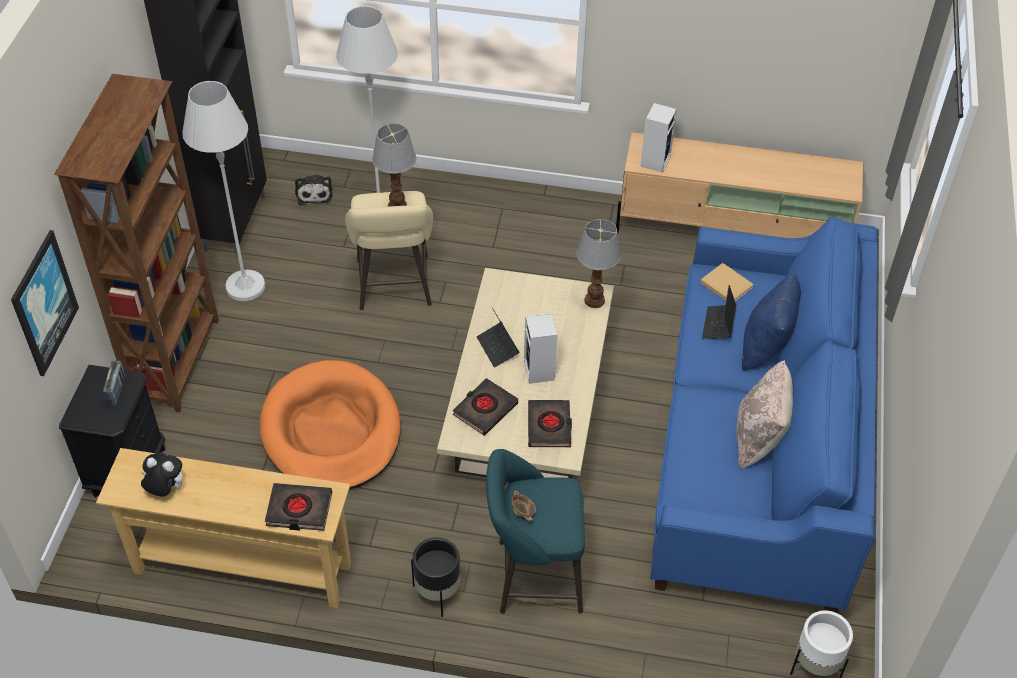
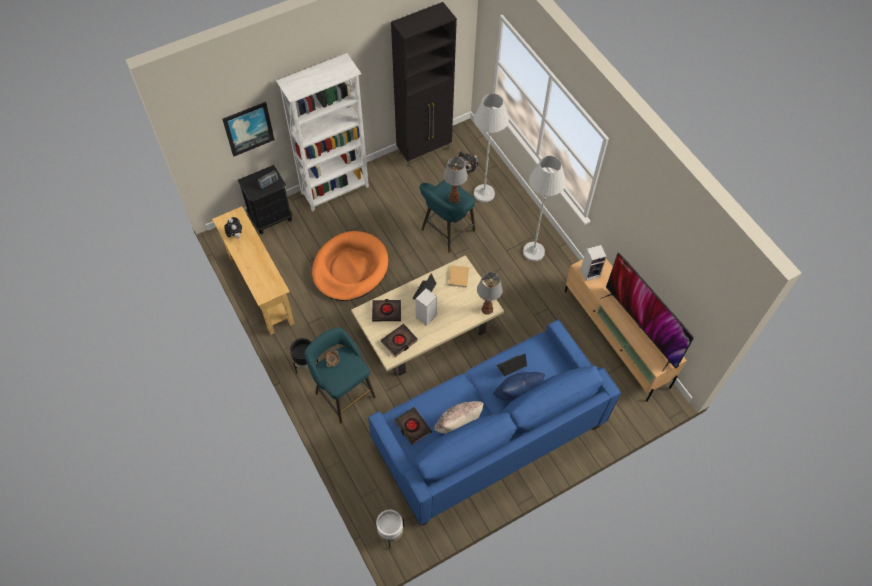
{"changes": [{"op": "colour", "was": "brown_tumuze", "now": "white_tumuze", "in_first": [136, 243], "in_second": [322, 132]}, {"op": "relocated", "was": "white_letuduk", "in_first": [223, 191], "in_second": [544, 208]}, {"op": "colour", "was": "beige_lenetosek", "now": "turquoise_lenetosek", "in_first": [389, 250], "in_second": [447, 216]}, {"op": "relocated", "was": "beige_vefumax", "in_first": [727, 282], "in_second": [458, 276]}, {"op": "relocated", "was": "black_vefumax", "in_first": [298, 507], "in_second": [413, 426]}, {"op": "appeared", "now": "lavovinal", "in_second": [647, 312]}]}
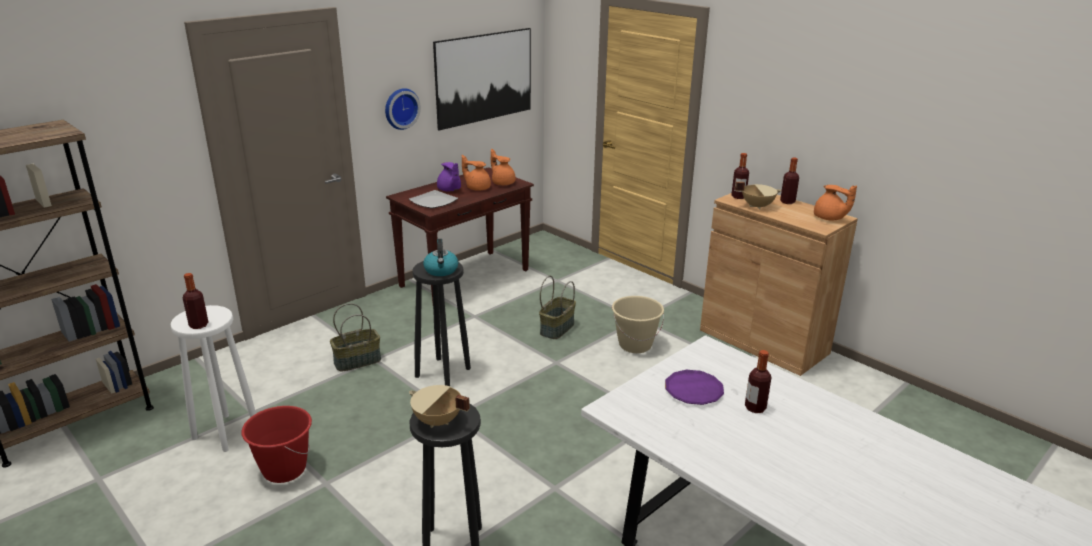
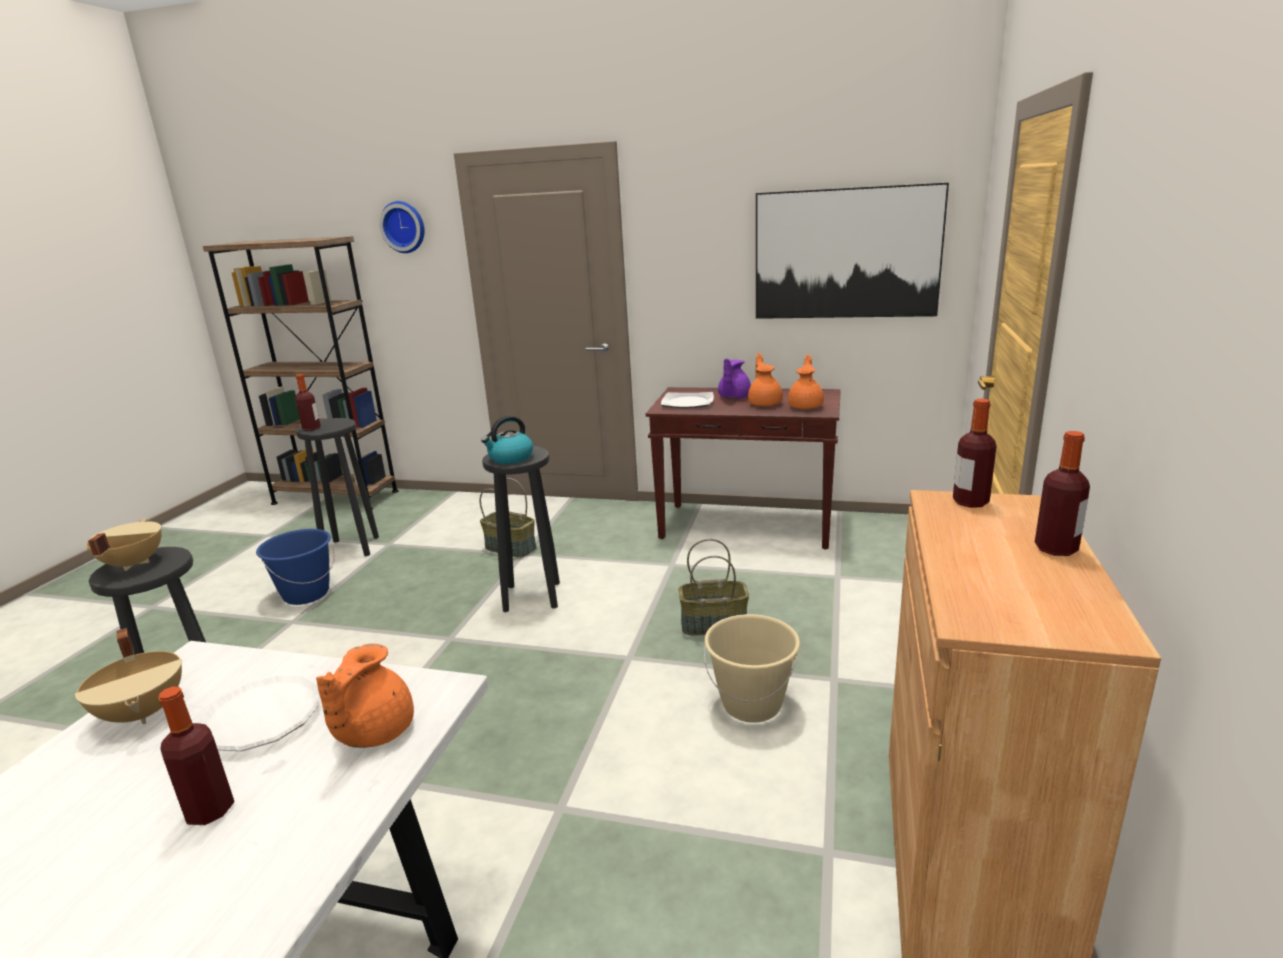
{"changes": [{"op": "relocated", "was": "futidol", "in_first": [403, 109], "in_second": [402, 227]}, {"op": "relocated", "was": "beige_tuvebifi", "in_first": [758, 196], "in_second": [128, 676]}, {"op": "relocated", "was": "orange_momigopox", "in_first": [835, 202], "in_second": [365, 696]}, {"op": "colour", "was": "white_lenetosek", "now": "black_lenetosek", "in_first": [213, 378], "in_second": [337, 487]}, {"op": "colour", "was": "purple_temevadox", "now": "white_temevadox", "in_first": [694, 387], "in_second": [260, 713]}, {"op": "colour", "was": "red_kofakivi", "now": "blue_kofakivi", "in_first": [276, 444], "in_second": [295, 567]}]}
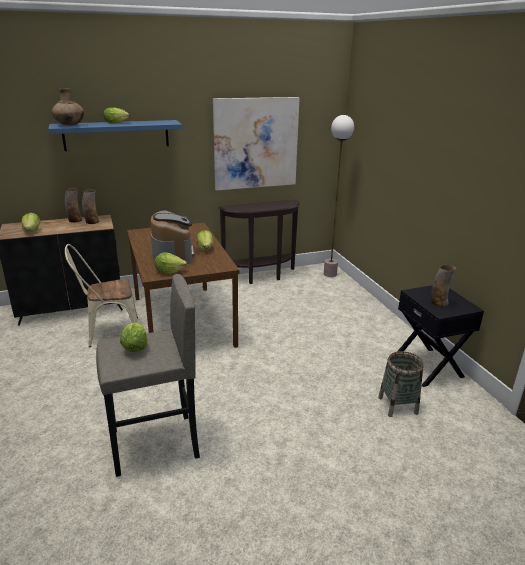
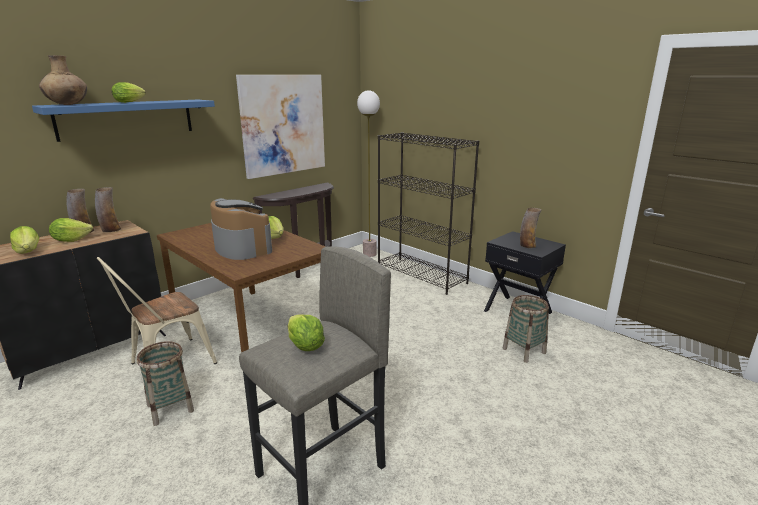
{"changes": [{"op": "relocated", "was": "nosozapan", "in_first": [171, 263], "in_second": [71, 230]}, {"op": "appeared", "now": "black_tumuze", "in_second": [428, 213]}, {"op": "appeared", "now": "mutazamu", "in_second": [165, 383]}]}
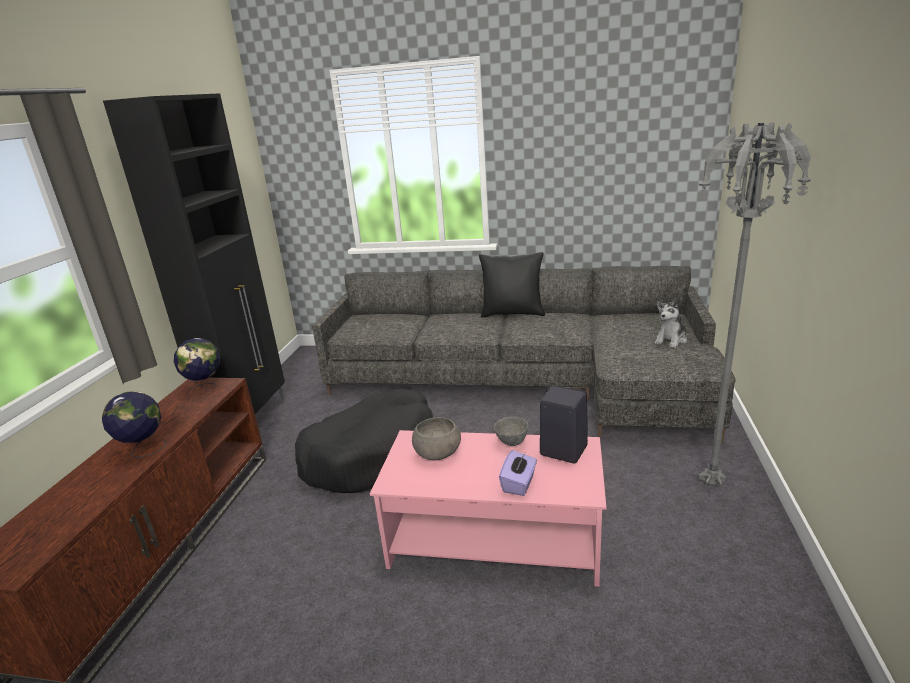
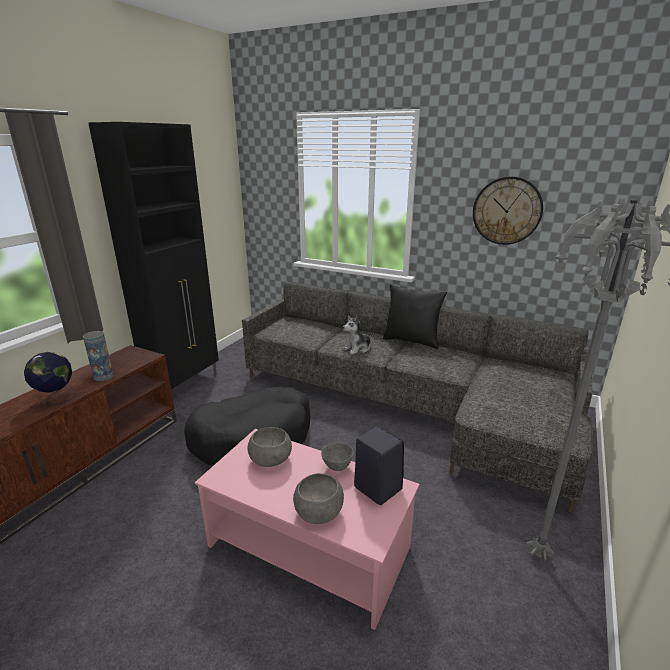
{"changes": [{"op": "relocated", "was": "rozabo", "in_first": [670, 323], "in_second": [357, 335]}, {"op": "missing", "was": "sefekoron", "in_first": [197, 366]}, {"op": "exchanged", "was": "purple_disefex", "now": "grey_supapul", "in_first": [518, 473], "in_second": [318, 498]}, {"op": "appeared", "now": "futidol", "in_second": [508, 210]}, {"op": "appeared", "now": "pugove", "in_second": [98, 356]}]}
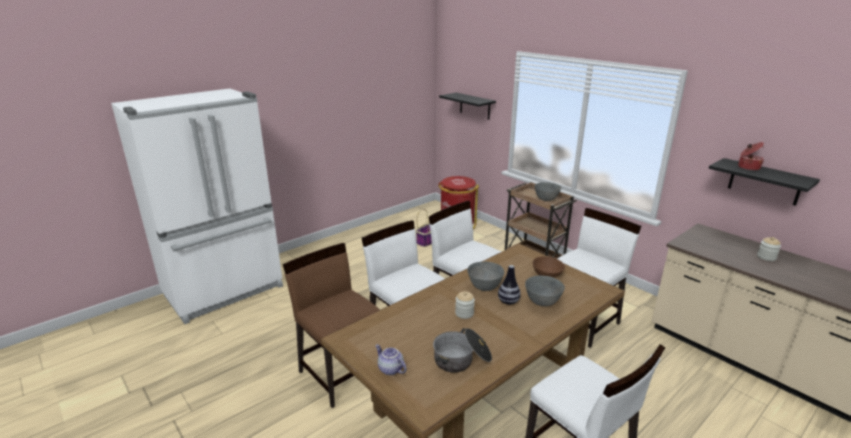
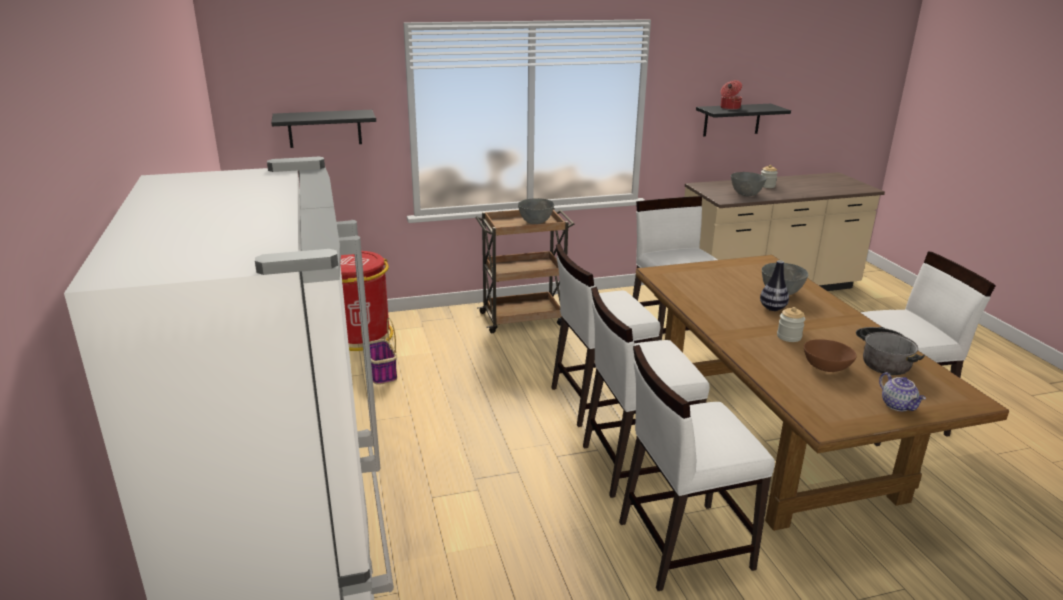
{"changes": [{"op": "colour", "was": "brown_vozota", "now": "white_vozota", "in_first": [331, 325], "in_second": [697, 468]}, {"op": "relocated", "was": "brown_supapul", "in_first": [549, 267], "in_second": [830, 355]}, {"op": "relocated", "was": "grey_supapul", "in_first": [485, 276], "in_second": [749, 184]}, {"op": "spun", "was": "momigopox", "in_first": [391, 359], "in_second": [902, 391], "clockwise": -90}]}
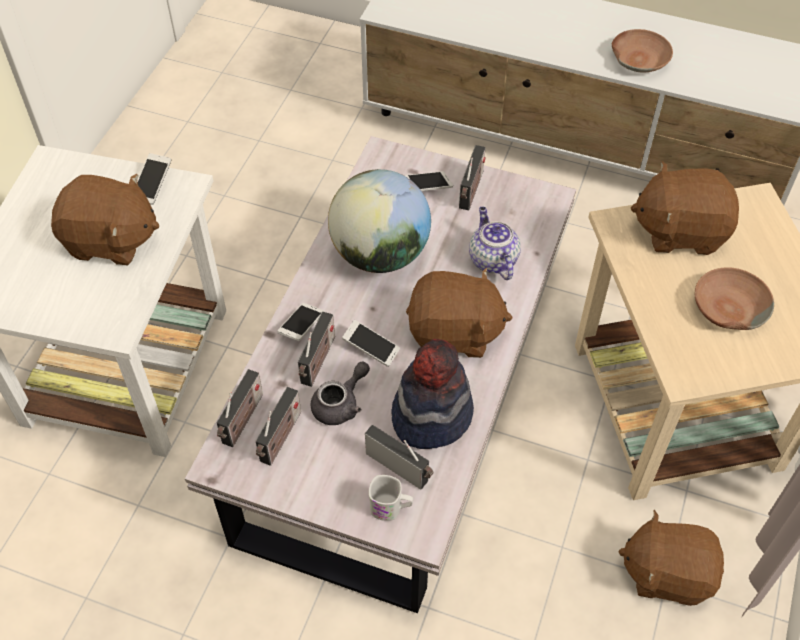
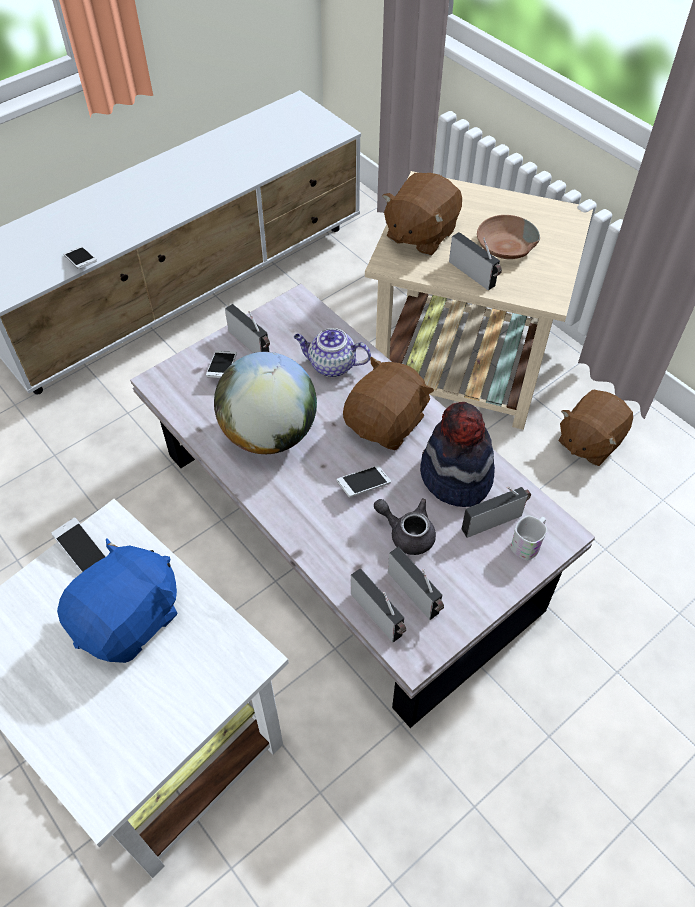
{"changes": [{"op": "missing", "was": "brown_supapul", "in_first": [642, 51]}, {"op": "colour", "was": "brown_rozabo", "now": "blue_rozabo", "in_first": [105, 219], "in_second": [117, 600]}, {"op": "relocated", "was": "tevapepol", "in_first": [300, 322], "in_second": [80, 257]}, {"op": "relocated", "was": "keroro", "in_first": [316, 349], "in_second": [475, 261]}, {"op": "spun", "was": "grey_momigopox", "in_first": [340, 393], "in_second": [405, 526], "clockwise": -45}]}
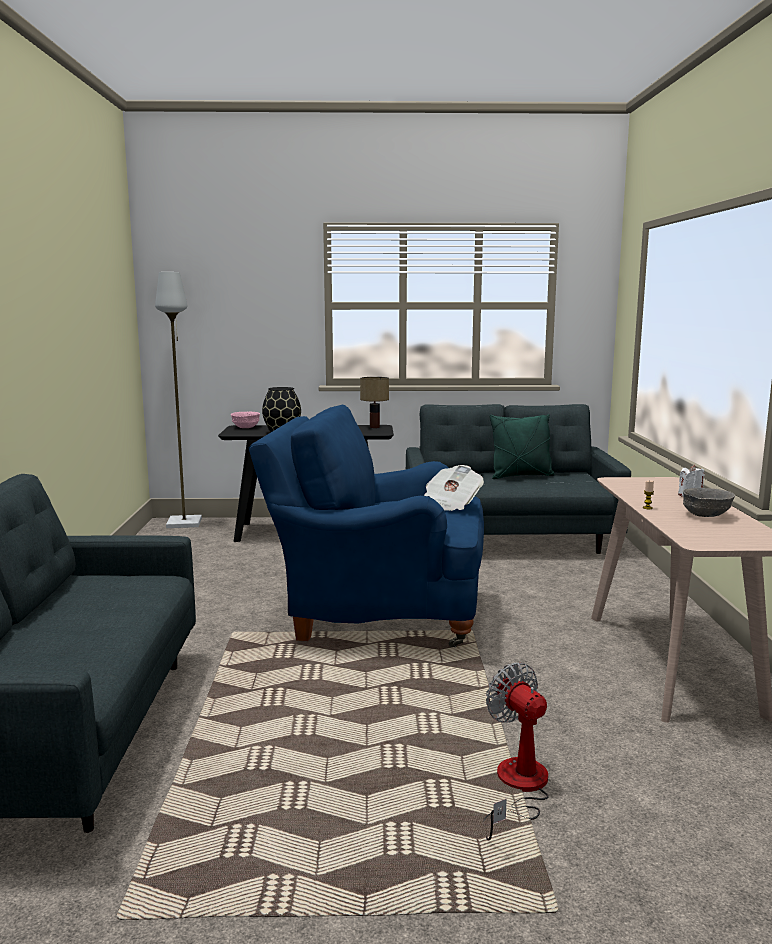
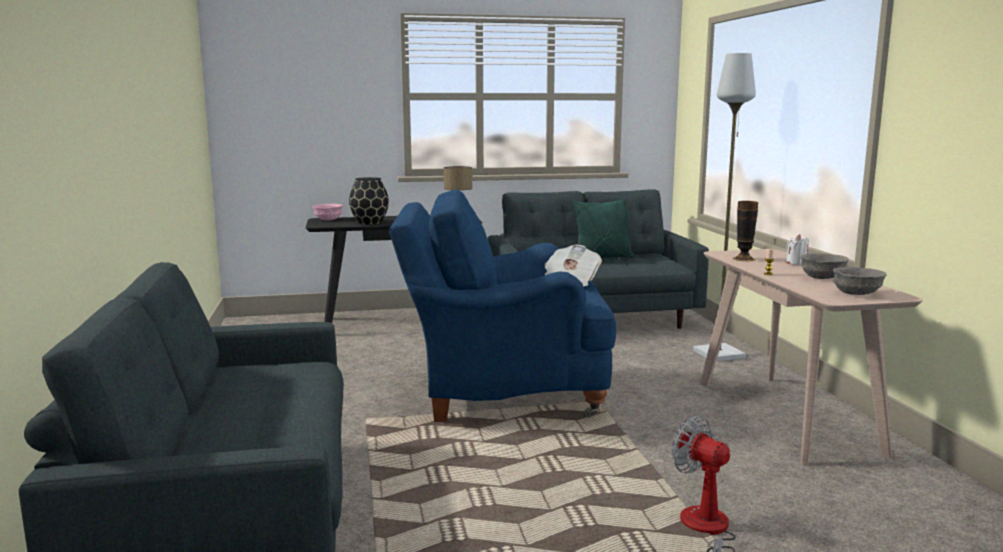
{"changes": [{"op": "relocated", "was": "grey_letuduk", "in_first": [178, 400], "in_second": [724, 207]}, {"op": "appeared", "now": "pugove", "in_second": [745, 231]}, {"op": "appeared", "now": "grey_supapul", "in_second": [860, 281]}]}
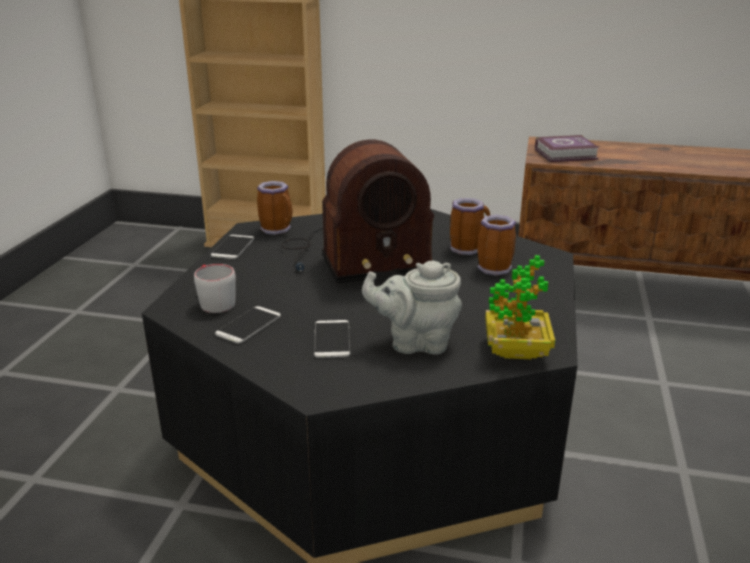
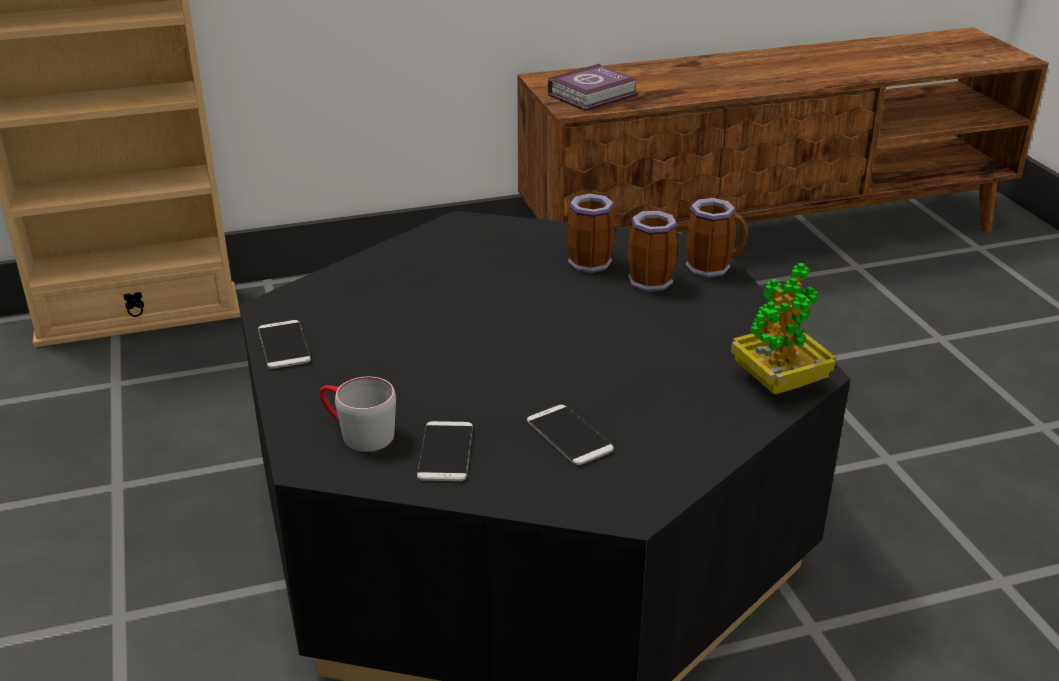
{"changes": [{"op": "missing", "was": "keroro", "in_first": [358, 211]}, {"op": "relocated", "was": "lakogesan", "in_first": [274, 208], "in_second": [716, 238]}, {"op": "missing", "was": "grey_momigopox", "in_first": [412, 308]}]}
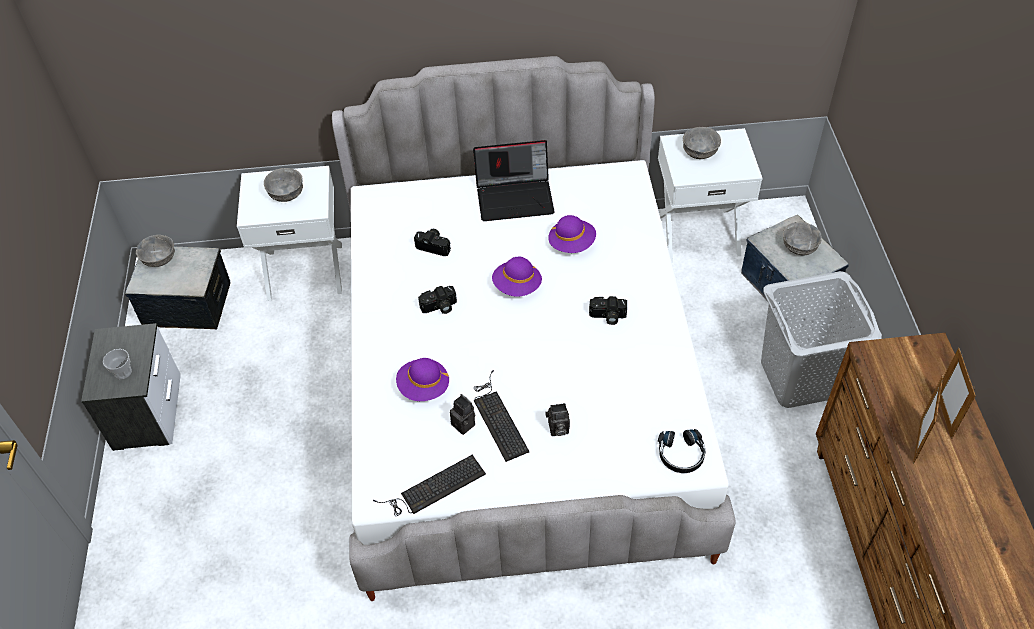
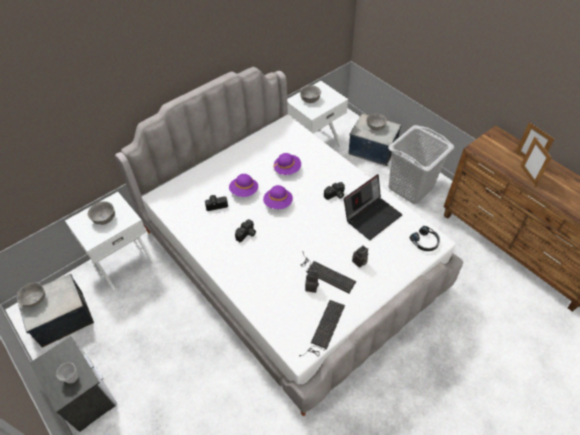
{"changes": [{"op": "relocated", "was": "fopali", "in_first": [513, 180], "in_second": [373, 207]}, {"op": "relocated", "was": "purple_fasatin", "in_first": [423, 379], "in_second": [243, 185]}]}
